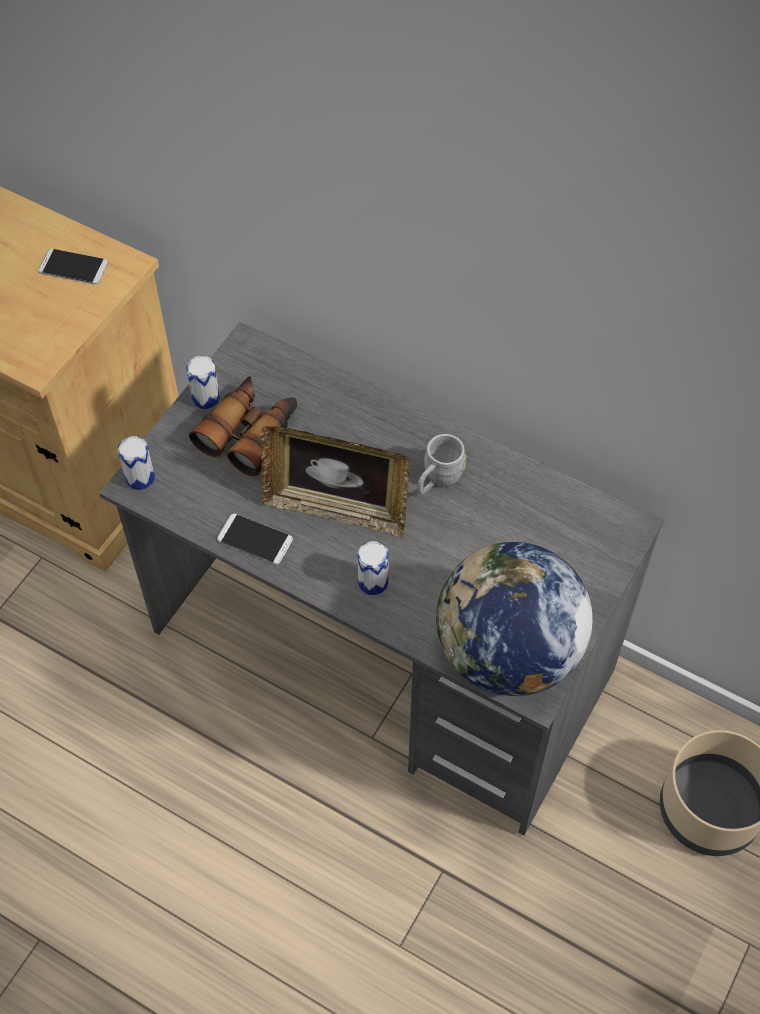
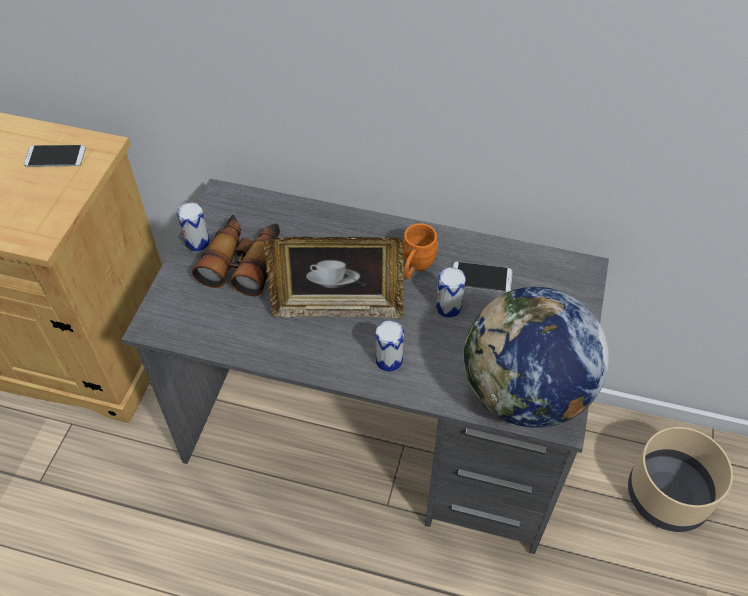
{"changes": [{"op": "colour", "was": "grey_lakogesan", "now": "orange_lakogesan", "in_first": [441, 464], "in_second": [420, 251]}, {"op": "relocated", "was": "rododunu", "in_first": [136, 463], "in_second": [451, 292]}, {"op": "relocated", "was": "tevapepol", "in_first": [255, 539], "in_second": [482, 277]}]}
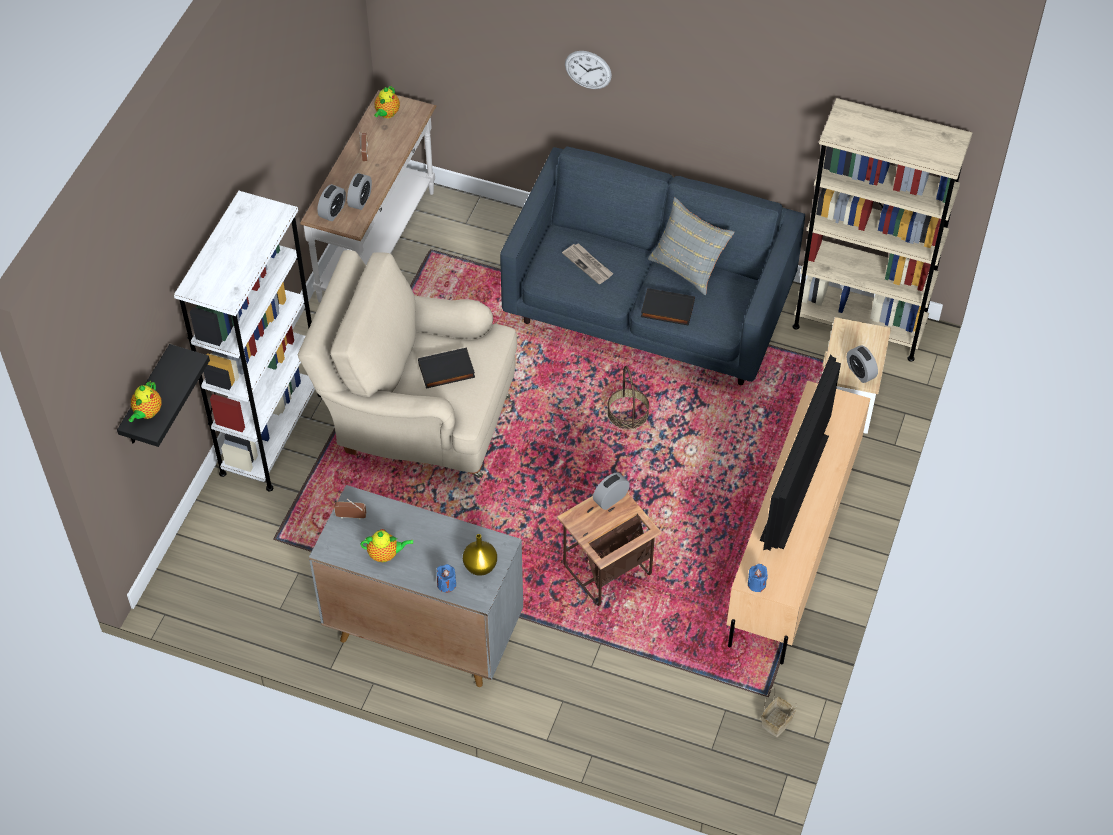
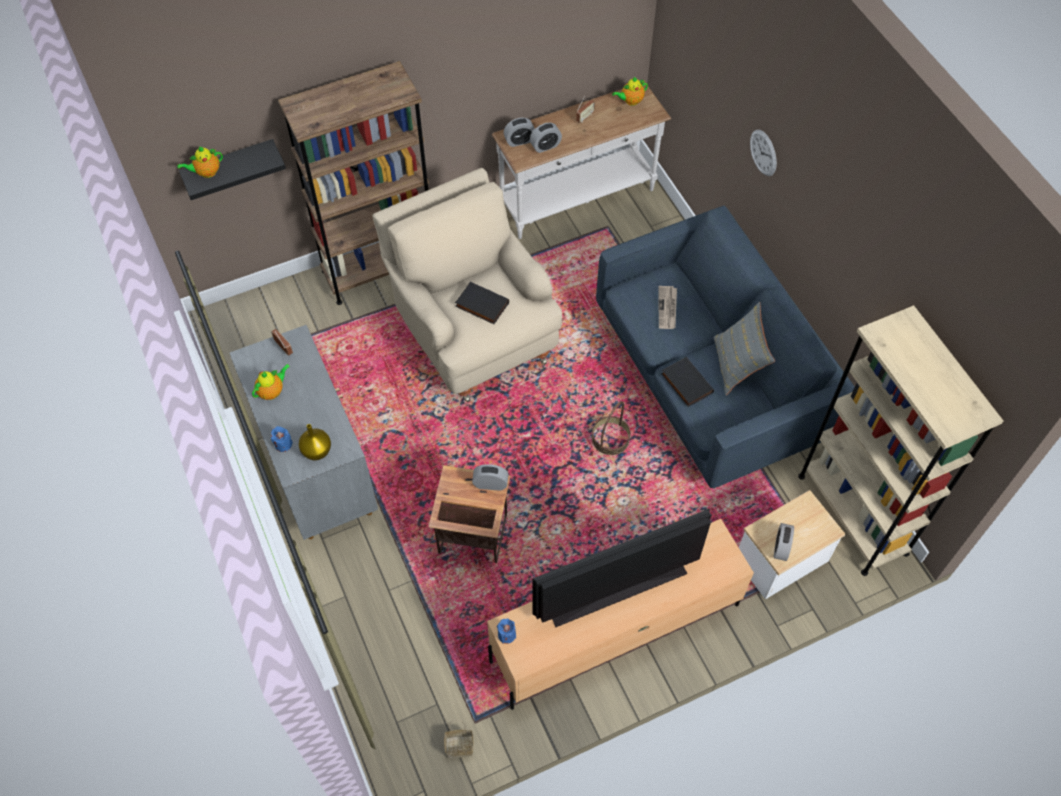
{"changes": [{"op": "colour", "was": "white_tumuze", "now": "brown_tumuze", "in_first": [247, 341], "in_second": [353, 183]}, {"op": "spun", "was": "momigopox", "in_first": [386, 545], "in_second": [271, 382], "clockwise": -90}]}
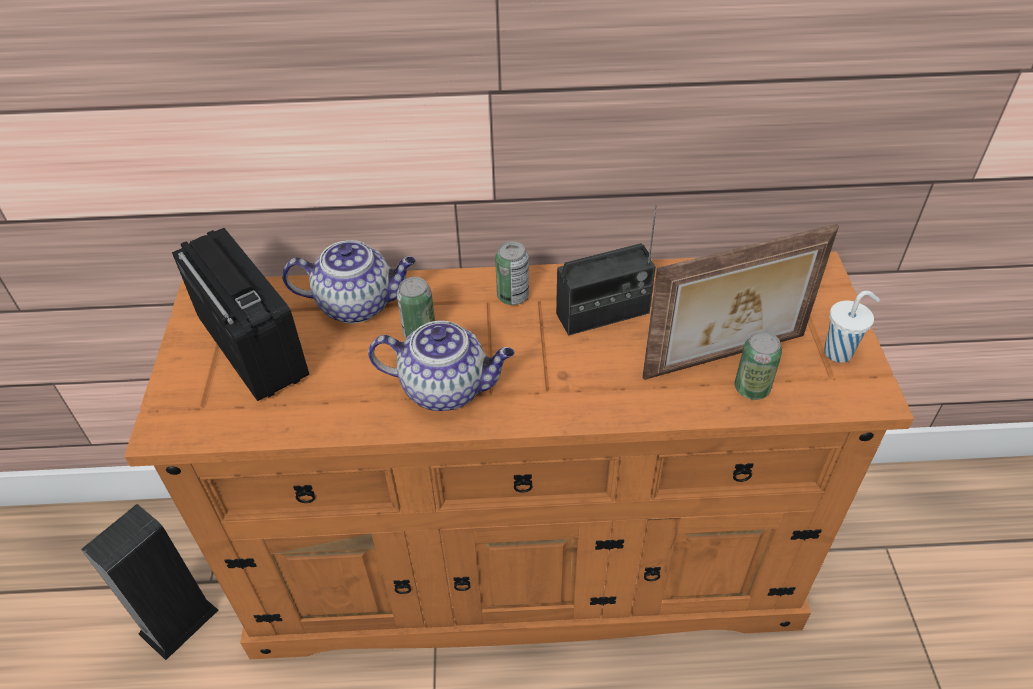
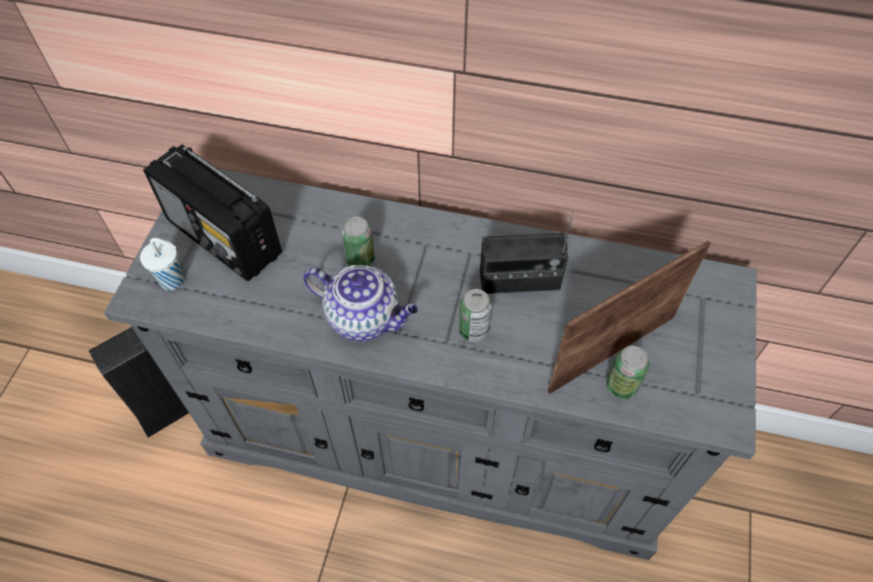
{"changes": [{"op": "spun", "was": "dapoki", "in_first": [740, 302], "in_second": [629, 317], "clockwise": 150}, {"op": "spun", "was": "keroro", "in_first": [240, 314], "in_second": [212, 212], "clockwise": 150}, {"op": "missing", "was": "momigopox", "in_first": [349, 281]}, {"op": "relocated", "was": "rododunu", "in_first": [512, 273], "in_second": [475, 315]}, {"op": "colour", "was": "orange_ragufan", "now": "grey_ragufan", "in_first": [519, 455], "in_second": [430, 364]}, {"op": "relocated", "was": "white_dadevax", "in_first": [852, 326], "in_second": [162, 264]}]}
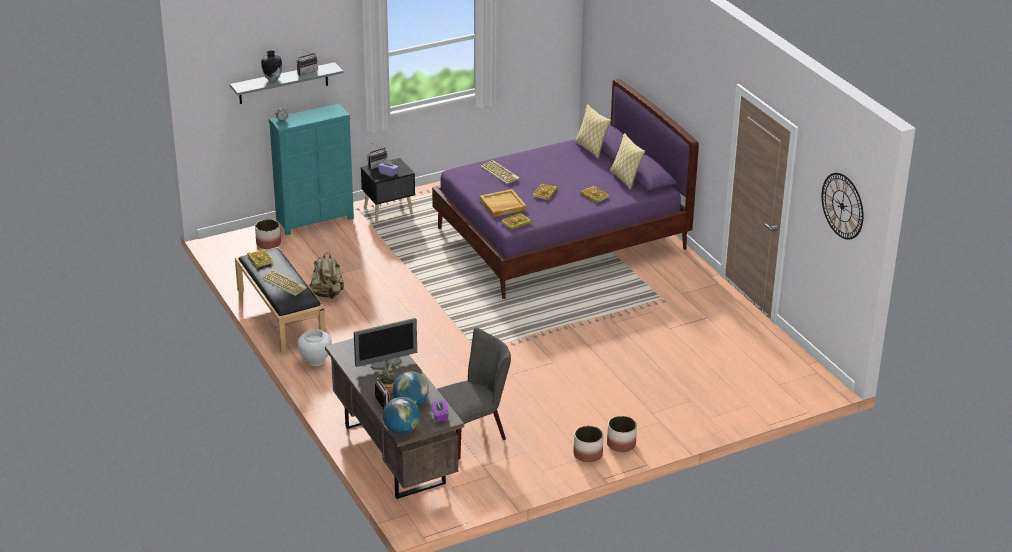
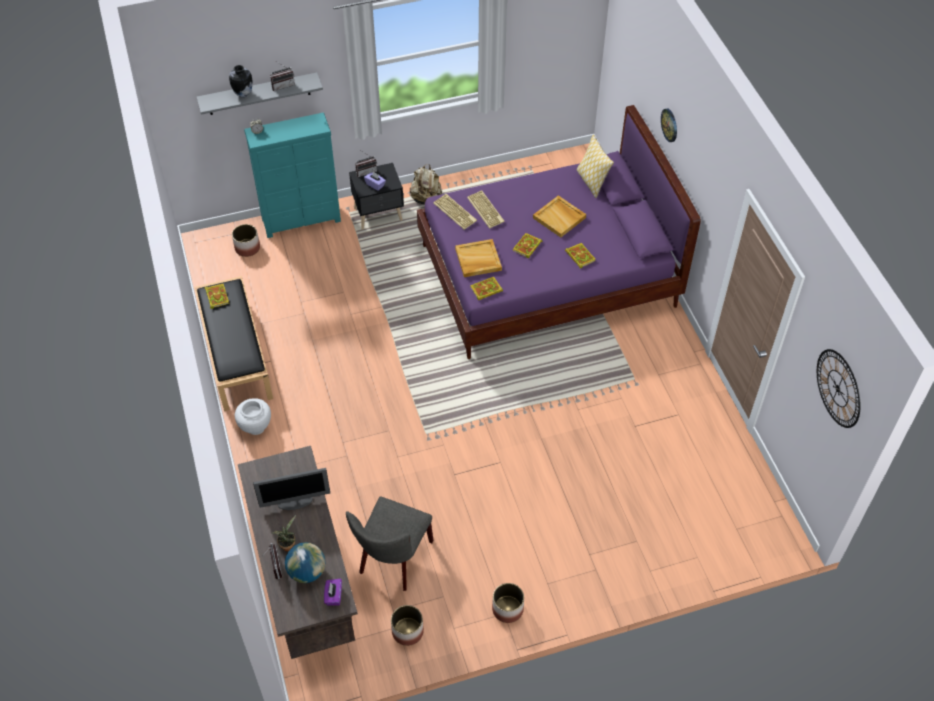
{"changes": [{"op": "missing", "was": "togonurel", "in_first": [627, 161]}, {"op": "relocated", "was": "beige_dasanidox", "in_first": [326, 275], "in_second": [426, 184]}, {"op": "relocated", "was": "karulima", "in_first": [284, 283], "in_second": [455, 212]}, {"op": "spun", "was": "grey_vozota", "in_first": [474, 393], "in_second": [390, 543], "clockwise": 135}, {"op": "missing", "was": "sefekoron", "in_first": [401, 415]}, {"op": "relocated", "was": "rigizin", "in_first": [622, 434], "in_second": [407, 625]}, {"op": "appeared", "now": "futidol", "in_second": [669, 125]}, {"op": "appeared", "now": "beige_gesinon", "in_second": [559, 216]}]}
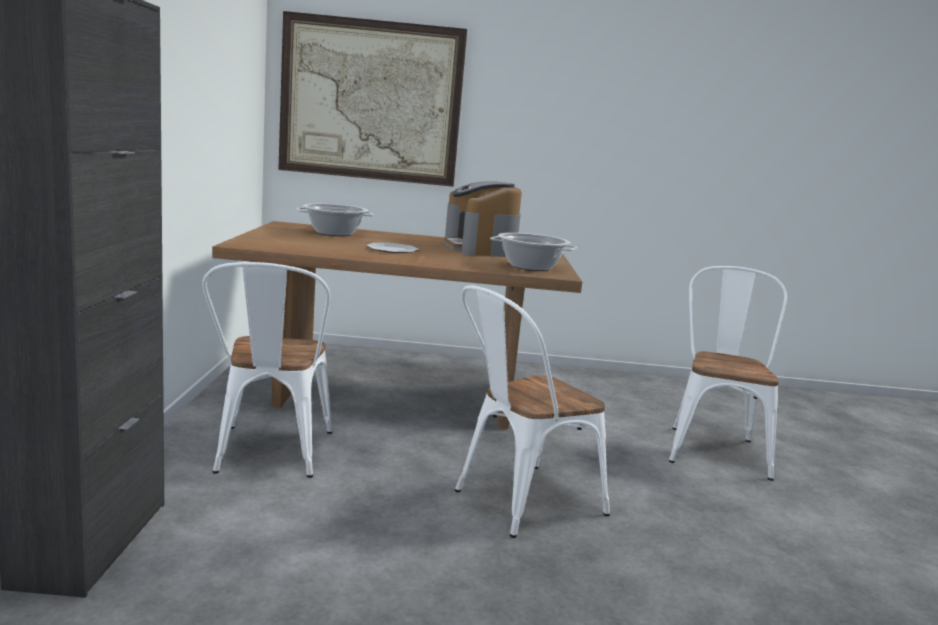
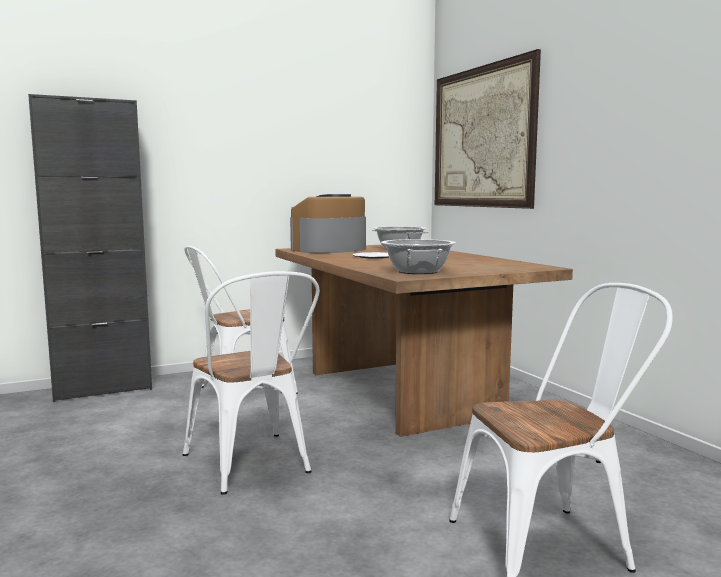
{"changes": [{"op": "relocated", "was": "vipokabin", "in_first": [483, 219], "in_second": [328, 223]}, {"op": "spun", "was": "white_vozota", "in_first": [532, 411], "in_second": [251, 383], "clockwise": -150}]}
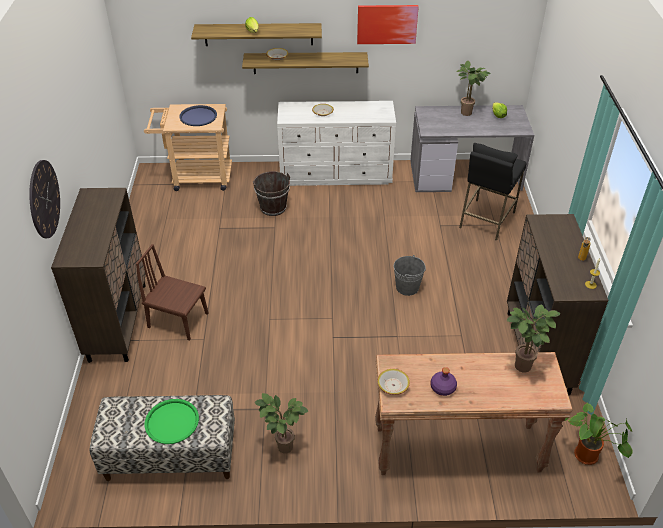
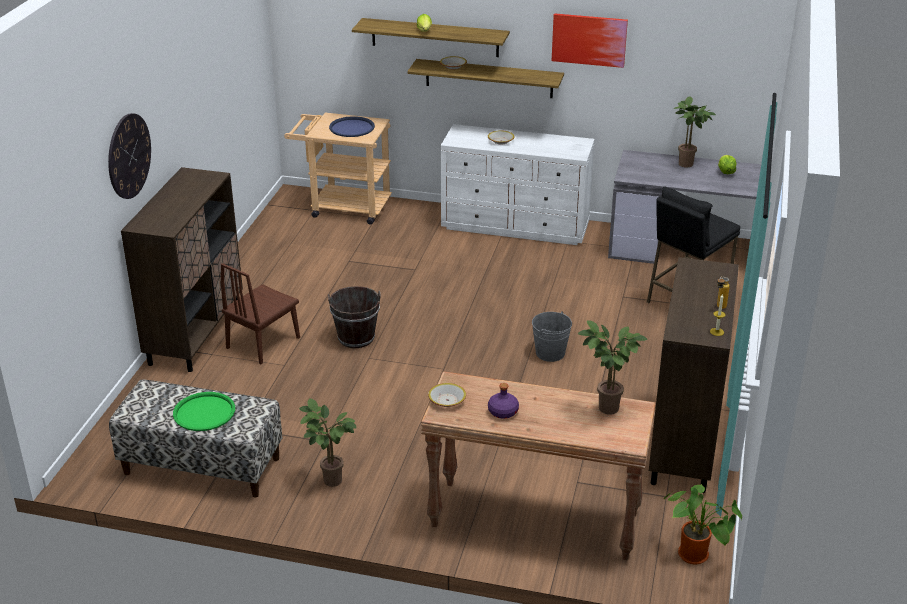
{"changes": [{"op": "relocated", "was": "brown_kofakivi", "in_first": [271, 193], "in_second": [354, 317]}, {"op": "spun", "was": "brown_vozota", "in_first": [172, 292], "in_second": [260, 313], "clockwise": -90}]}
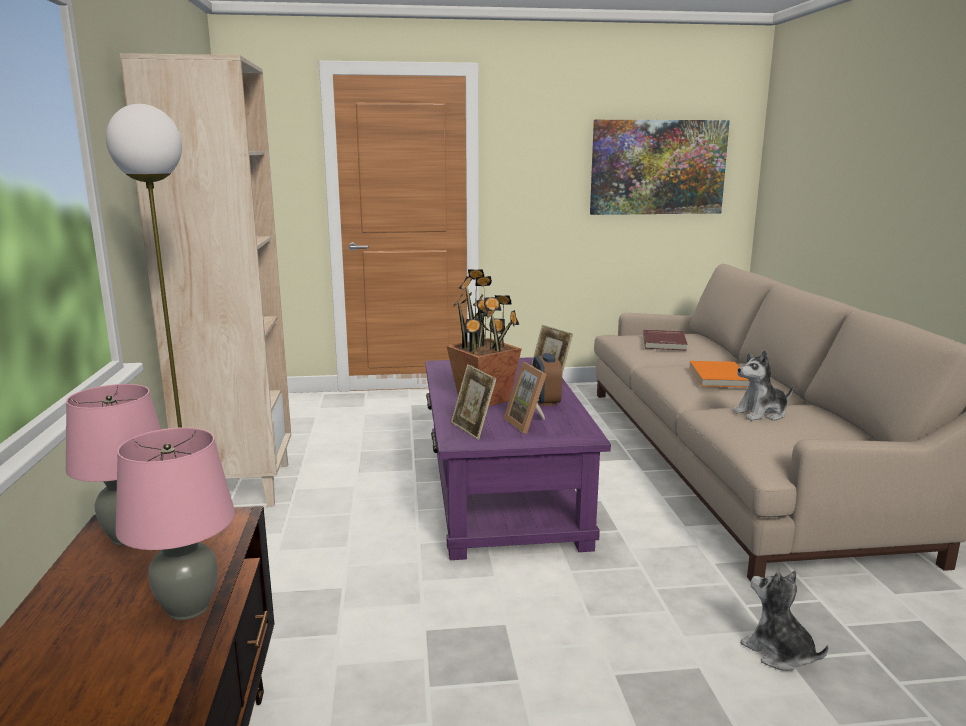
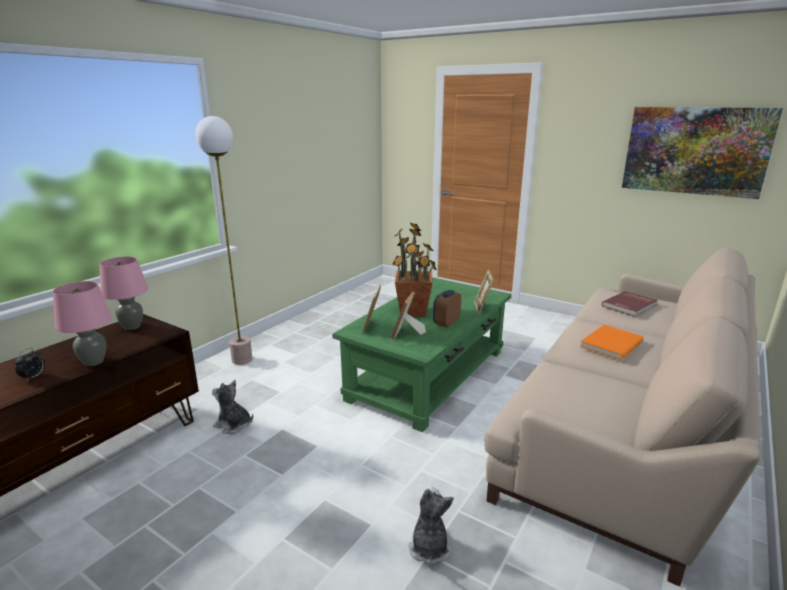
{"changes": [{"op": "missing", "was": "beige_tumuze", "in_first": [205, 280]}, {"op": "relocated", "was": "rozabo", "in_first": [763, 385], "in_second": [232, 407]}, {"op": "colour", "was": "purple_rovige", "now": "green_rovige", "in_first": [518, 458], "in_second": [422, 354]}, {"op": "appeared", "now": "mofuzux", "in_second": [30, 364]}]}
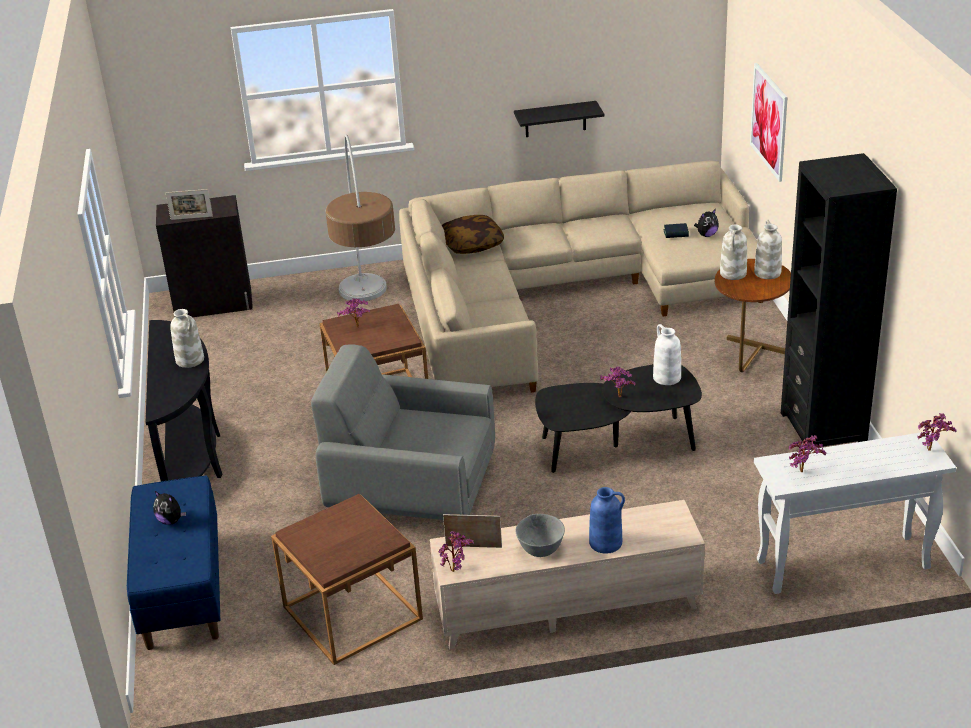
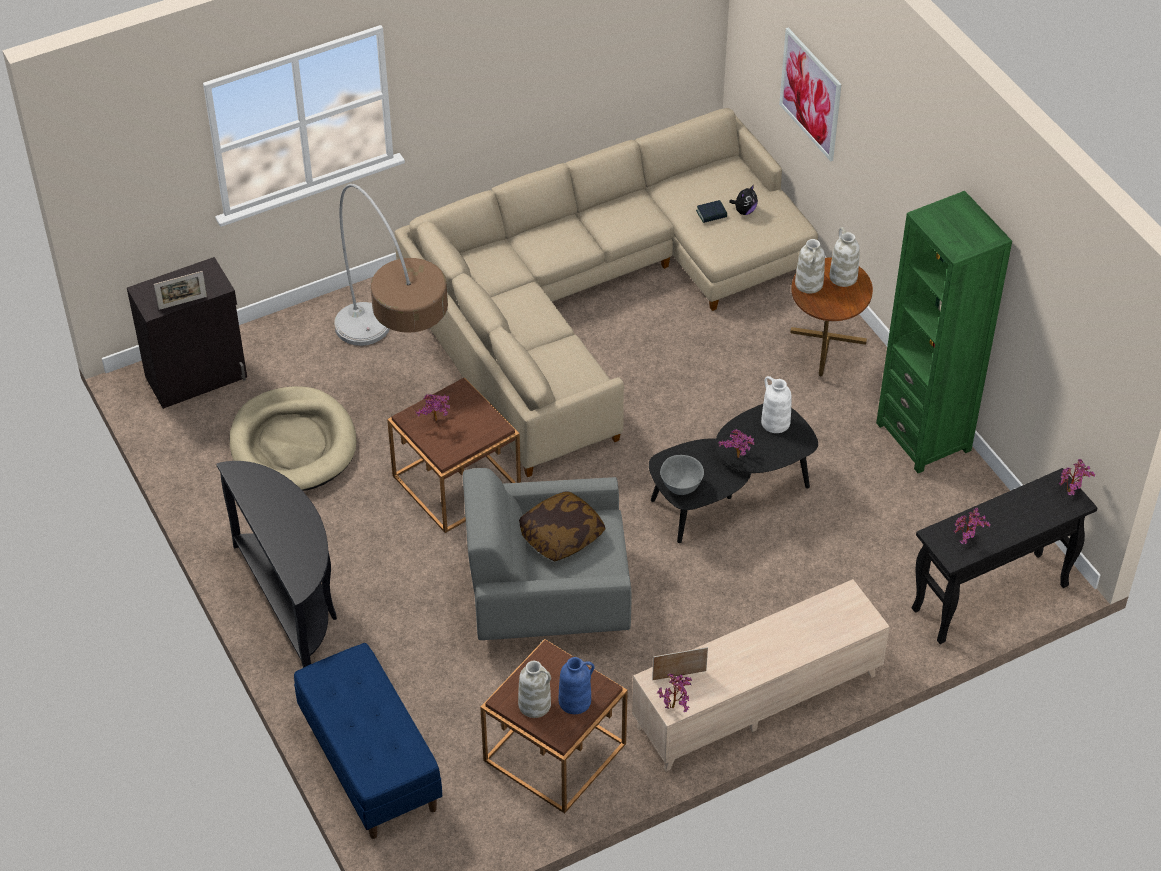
{"changes": [{"op": "missing", "was": "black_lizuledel", "in_first": [559, 119]}, {"op": "colour", "was": "black_tumuze", "now": "green_tumuze", "in_first": [839, 301], "in_second": [944, 332]}, {"op": "relocated", "was": "togonurel", "in_first": [473, 234], "in_second": [562, 526]}, {"op": "relocated", "was": "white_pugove", "in_first": [187, 338], "in_second": [534, 689]}, {"op": "colour", "was": "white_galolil", "now": "black_galolil", "in_first": [855, 513], "in_second": [1005, 556]}, {"op": "relocated", "was": "blue_pugove", "in_first": [607, 520], "in_second": [577, 685]}, {"op": "missing", "was": "rozabo", "in_first": [169, 507]}, {"op": "relocated", "was": "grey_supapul", "in_first": [540, 535], "in_second": [682, 475]}, {"op": "appeared", "now": "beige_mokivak", "in_second": [293, 438]}]}
